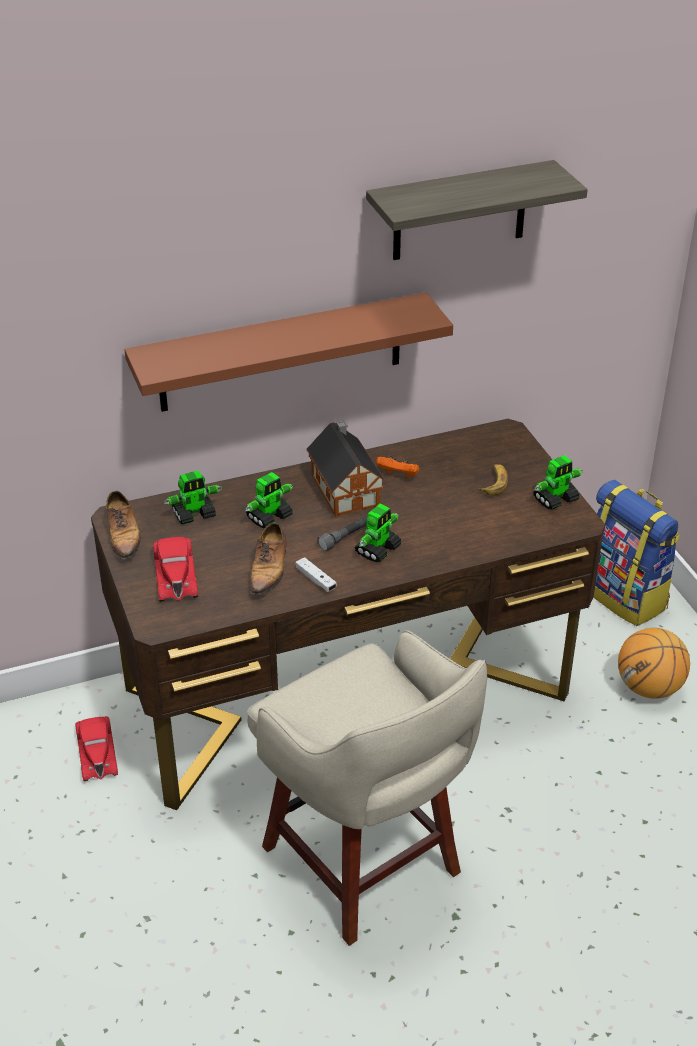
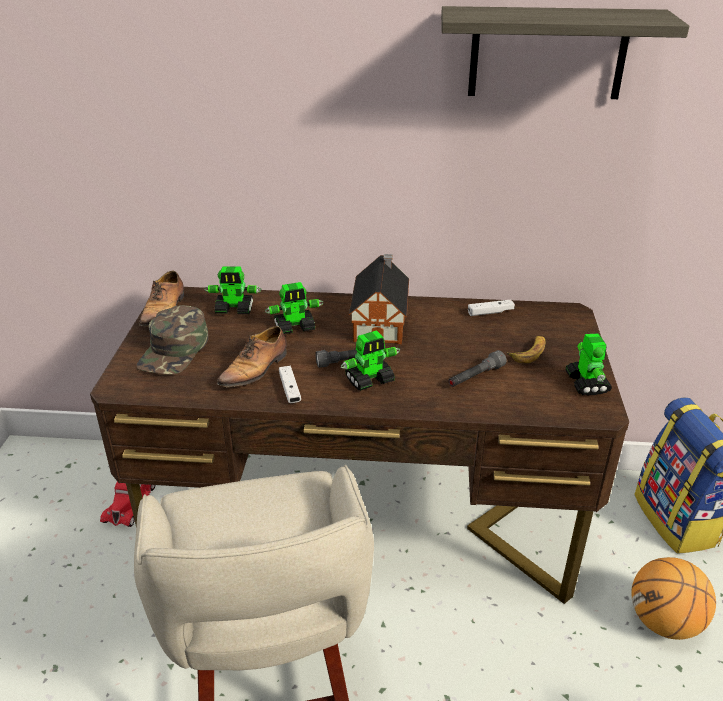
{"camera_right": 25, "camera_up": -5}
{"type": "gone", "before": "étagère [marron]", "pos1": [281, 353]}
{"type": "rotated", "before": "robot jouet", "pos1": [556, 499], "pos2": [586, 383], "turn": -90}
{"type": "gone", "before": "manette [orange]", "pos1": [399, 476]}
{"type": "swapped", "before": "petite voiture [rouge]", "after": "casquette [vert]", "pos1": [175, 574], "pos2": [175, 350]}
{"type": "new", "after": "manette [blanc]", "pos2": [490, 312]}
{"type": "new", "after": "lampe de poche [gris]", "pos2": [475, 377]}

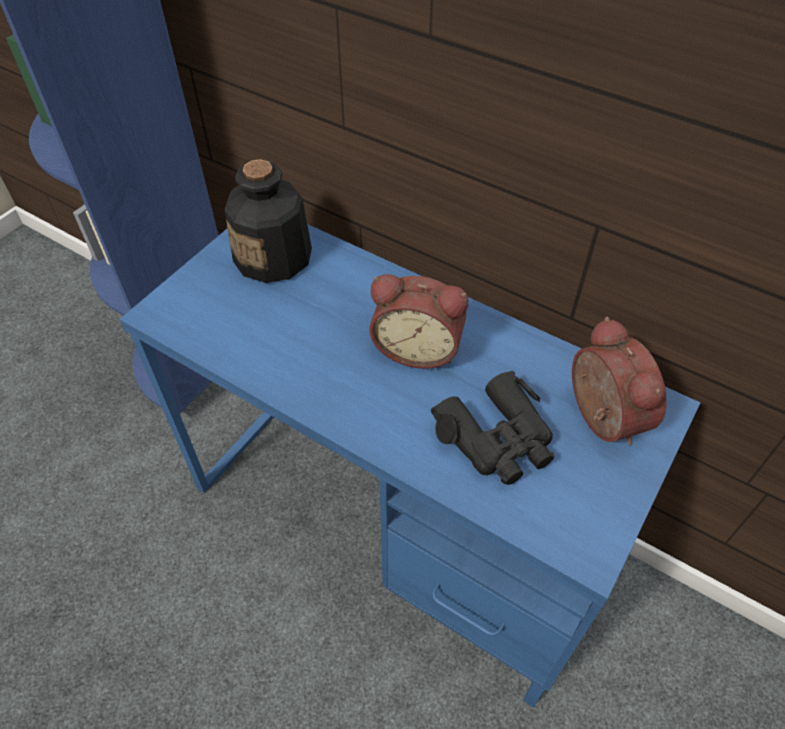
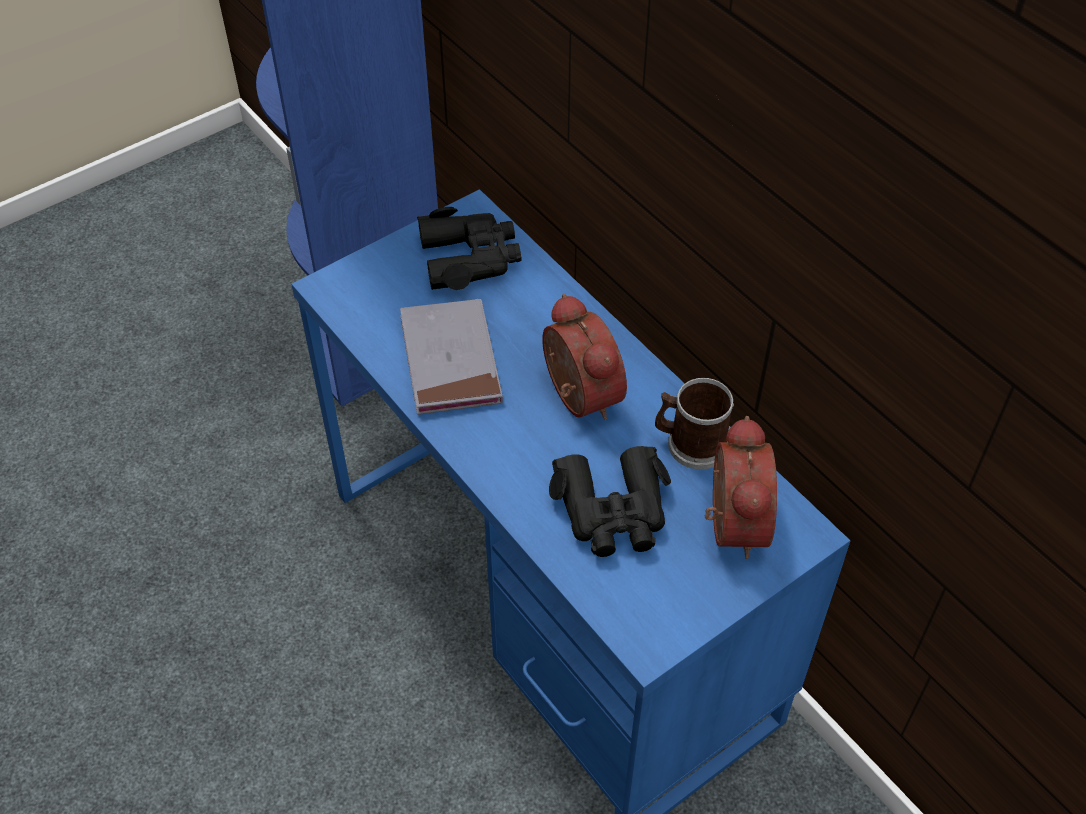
{"camera_right": 20, "camera_up": 0}
{"type": "swapped", "before": "bouteille", "after": "jumelles [noir]", "pos1": [274, 257], "pos2": [470, 258]}
{"type": "rotated", "before": "réveil", "pos1": [418, 347], "pos2": [577, 397], "turn": -150}
{"type": "new", "after": "livre [gris]", "pos2": [450, 361]}
{"type": "new", "after": "mug", "pos2": [690, 443]}

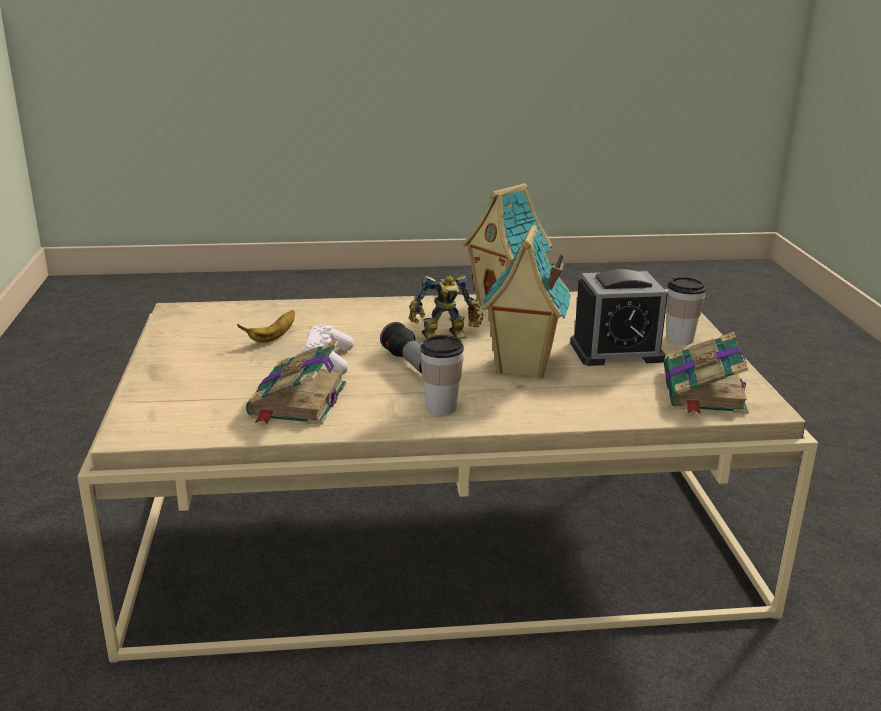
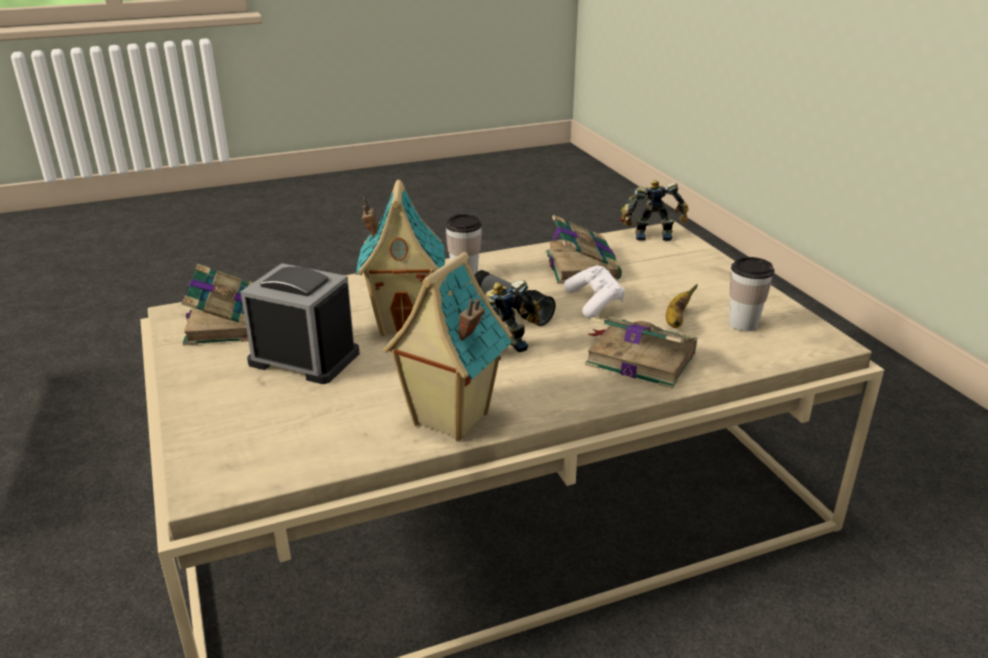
{"camera_right": 165, "camera_up": 5}
{"type": "rotated", "before": "réveil", "pos1": [616, 351], "pos2": [304, 358], "turn": 45}
{"type": "shifted", "before": "tasse", "pos1": [680, 339], "pos2": [743, 324]}
{"type": "new", "after": "robot jouet", "pos2": [651, 234]}
{"type": "new", "after": "livre", "pos2": [638, 358]}

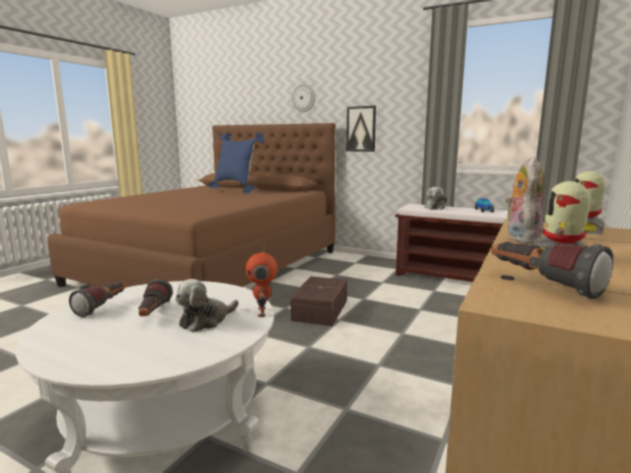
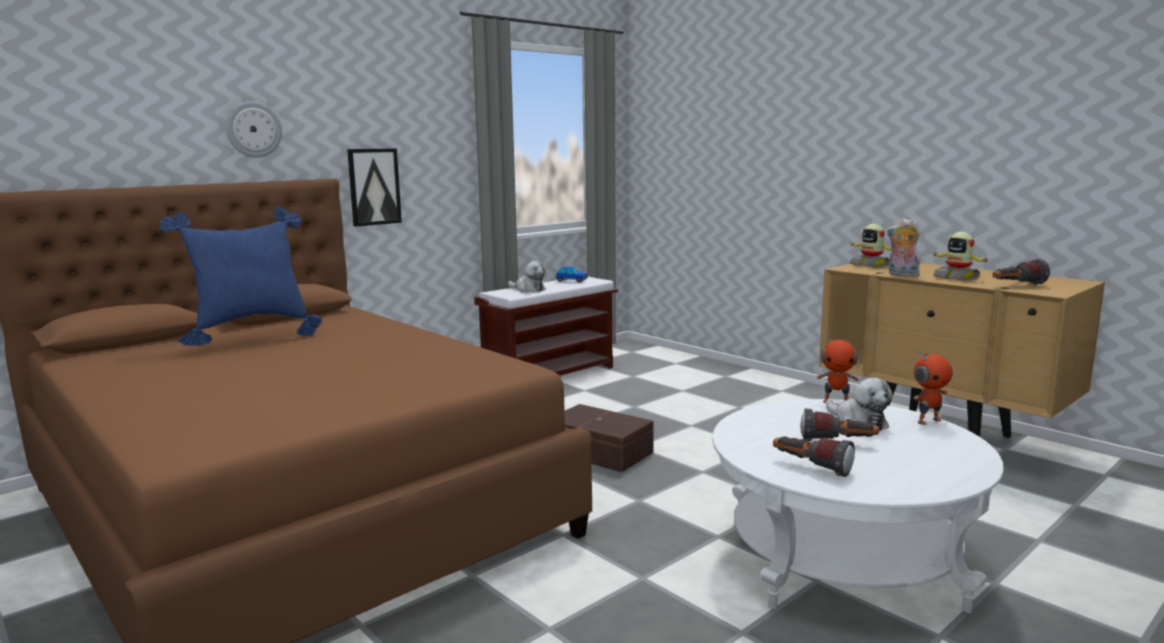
{"camera_right": -70, "camera_up": 0}
{"type": "new", "after": "robot jouet", "pos2": [928, 421]}

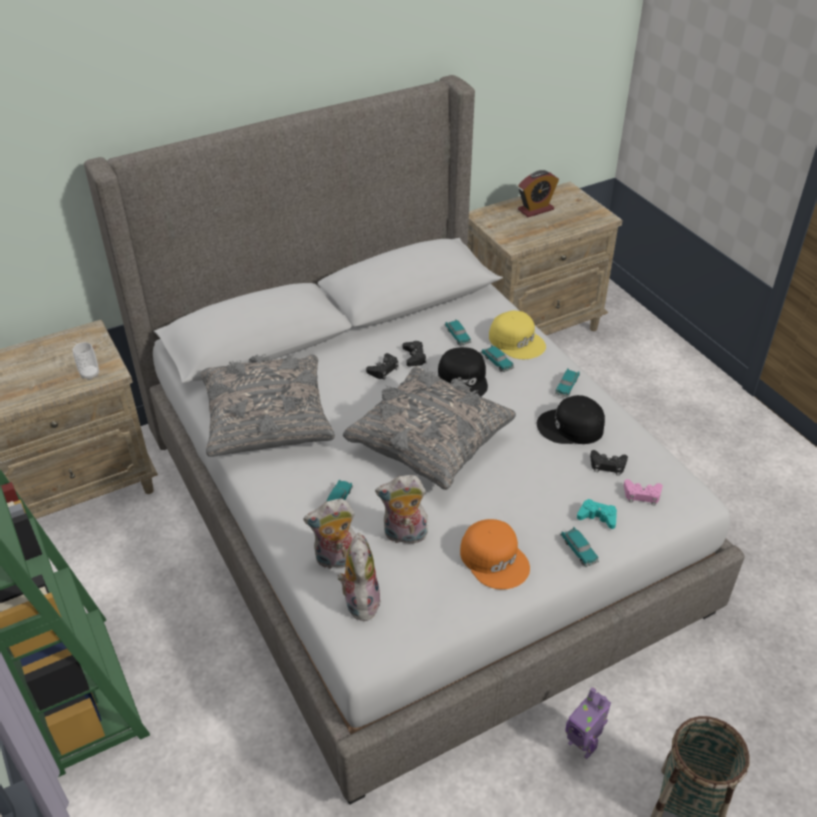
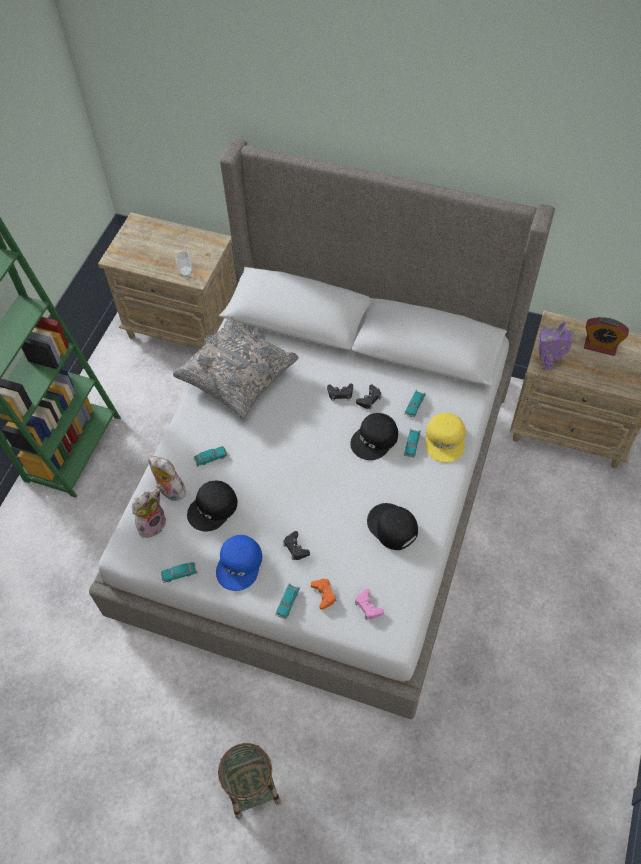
{"camera_right": 50, "camera_up": 15}
{"type": "gone", "before": "coussin [gris]", "pos1": [429, 444]}
{"type": "shifted", "before": "petite voiture", "pos1": [567, 386], "pos2": [179, 573]}
{"type": "shifted", "before": "manette [noir]", "pos1": [607, 465], "pos2": [295, 548]}
{"type": "swapped", "before": "peluche", "after": "casquette [noir]", "pos1": [404, 536], "pos2": [213, 508]}
{"type": "repainted", "before": "manette [turquoise]", "after": "manette [orange]", "pos1": [597, 517], "pos2": [324, 594]}
{"type": "repainted", "before": "casquette [orange]", "after": "casquette [bleu]", "pos1": [495, 558], "pos2": [240, 564]}
{"type": "shifted", "before": "robot jouet", "pos1": [582, 745], "pos2": [547, 363]}

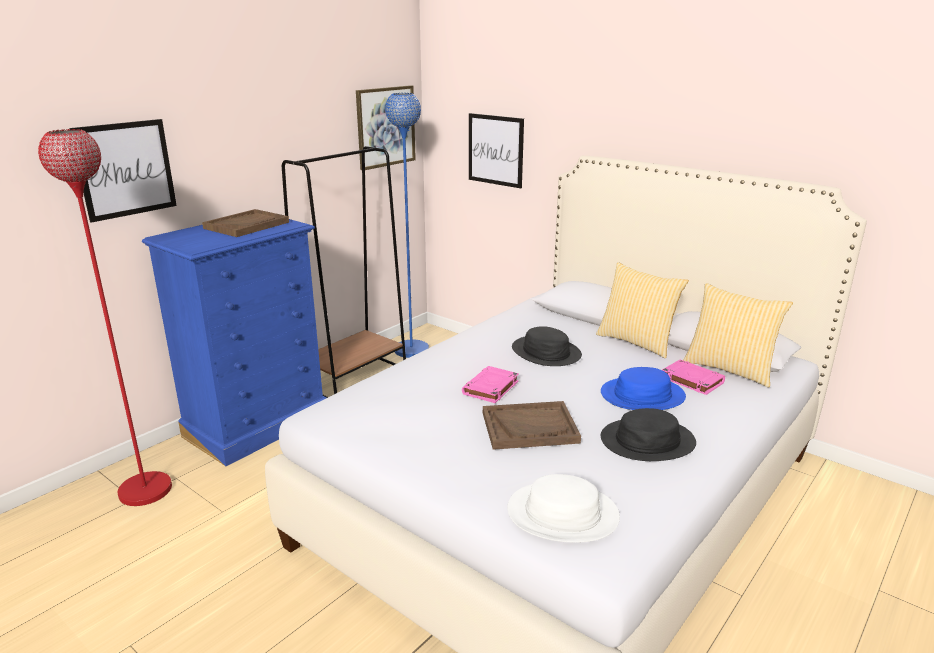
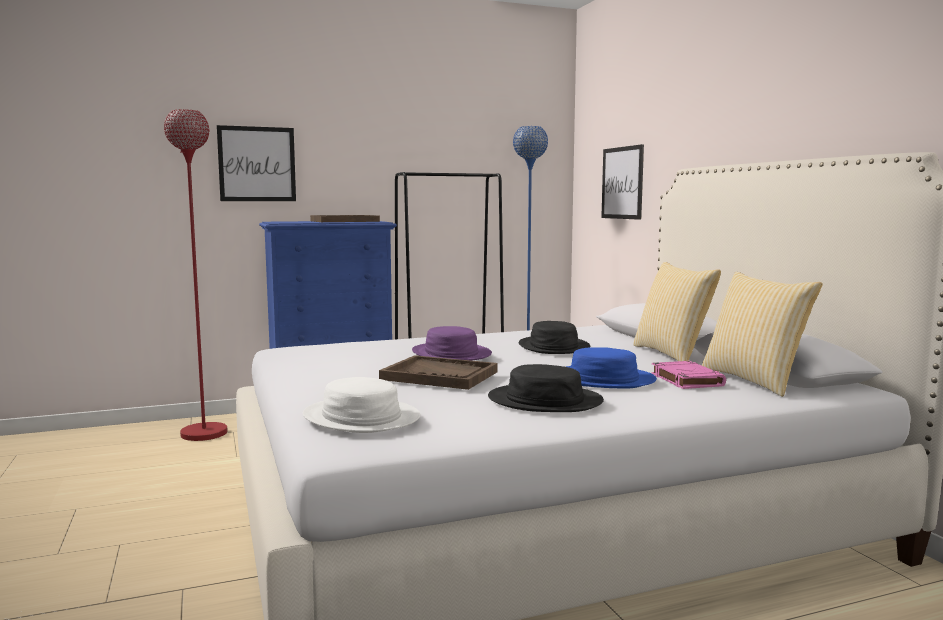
{"camera_right": 30, "camera_up": -15}
{"type": "gone", "before": "tableau", "pos1": [385, 127]}
{"type": "swapped", "before": "livre [rose]", "after": "chapeau [violet]", "pos1": [490, 388], "pos2": [451, 354]}

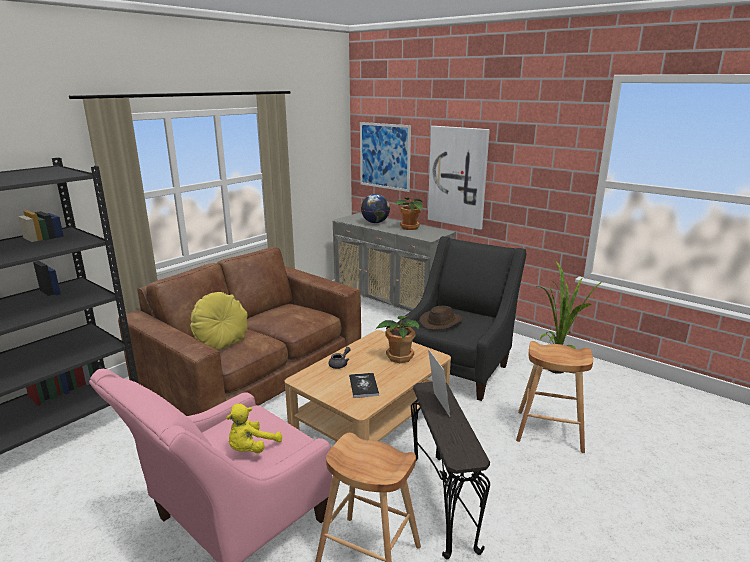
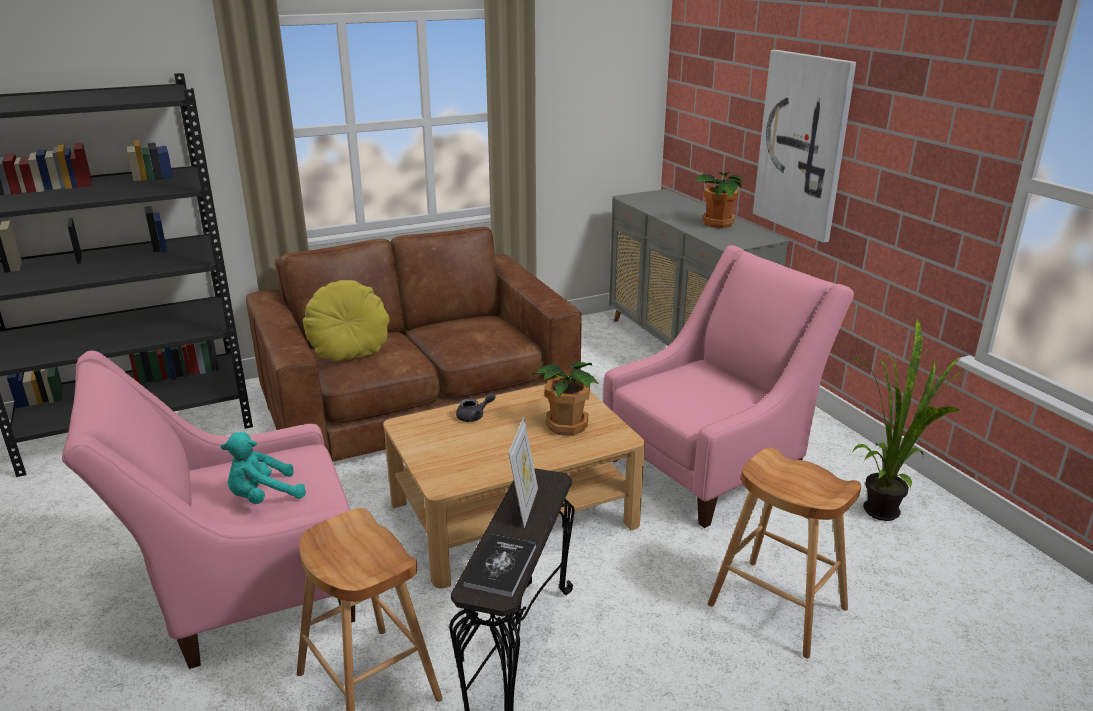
{"camera_right": 25, "camera_up": 5}
{"type": "gone", "before": "tableau", "pos1": [384, 156]}
{"type": "gone", "before": "globe", "pos1": [375, 222]}
{"type": "repainted", "before": "fauteuil [noir]", "after": "fauteuil [rose]", "pos1": [457, 367], "pos2": [710, 467]}
{"type": "gone", "before": "chapeau [marron]", "pos1": [441, 322]}
{"type": "shifted", "before": "livre", "pos1": [363, 386], "pos2": [500, 566]}
{"type": "repainted", "before": "peluche [jaune]", "after": "peluche [turquoise]", "pos1": [251, 449], "pos2": [263, 497]}

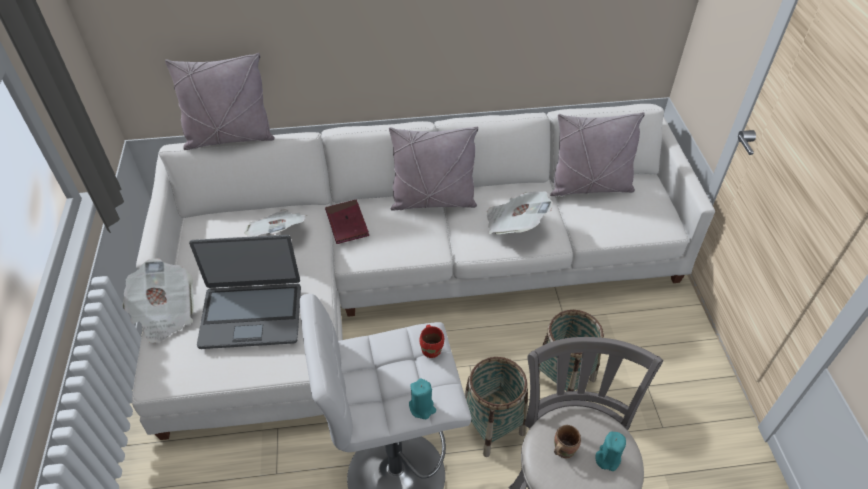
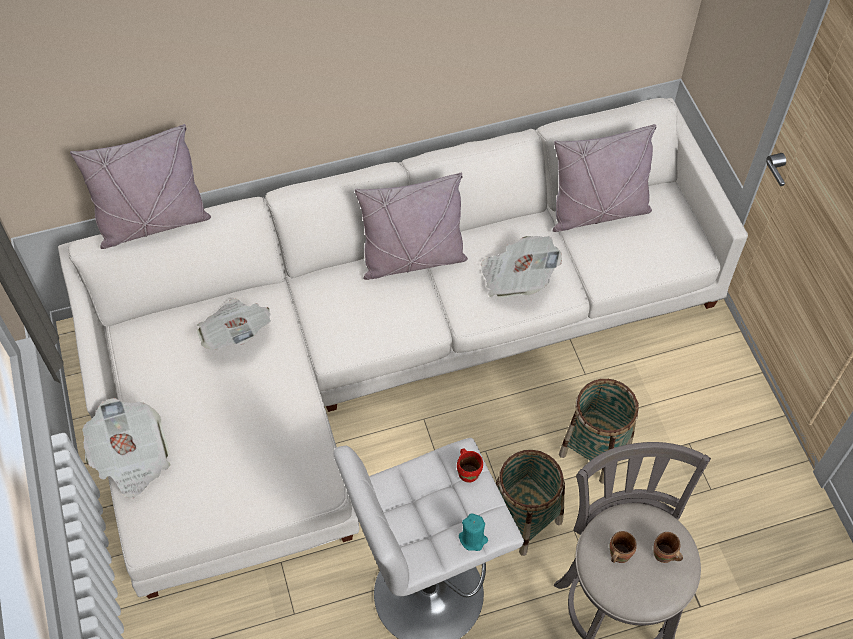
{"camera_right": -10, "camera_up": 10}
{"type": "gone", "before": "livre [rouge]", "pos1": [347, 223]}
{"type": "gone", "before": "ordinateur portable", "pos1": [251, 315]}
{"type": "swapped", "before": "bougie [turquoise]", "after": "mug [marron]", "pos1": [607, 458], "pos2": [664, 555]}

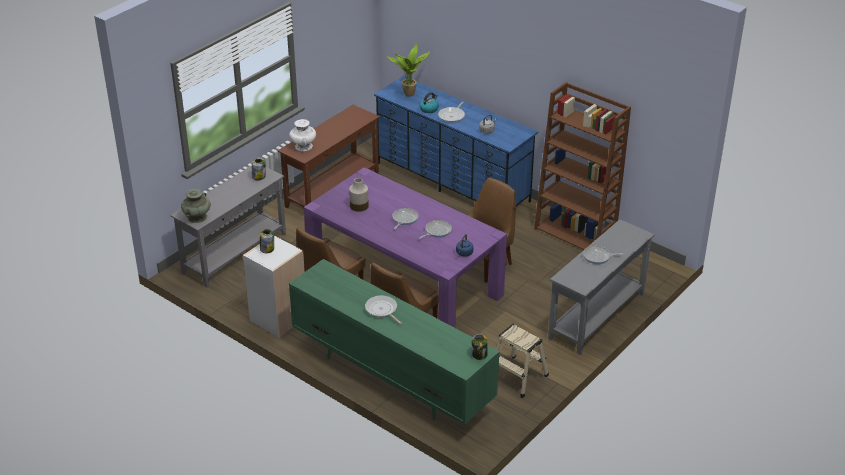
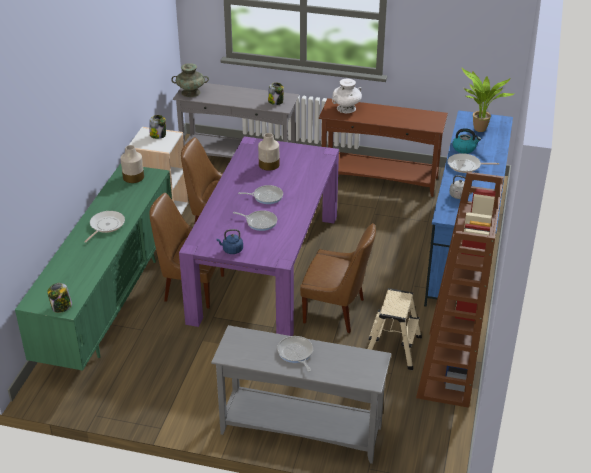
{"camera_right": 65, "camera_up": 0}
{"type": "shifted", "before": "escabeau [beige]", "pos1": [518, 376], "pos2": [392, 348]}
{"type": "new", "after": "vase [beige]", "pos2": [133, 177]}

